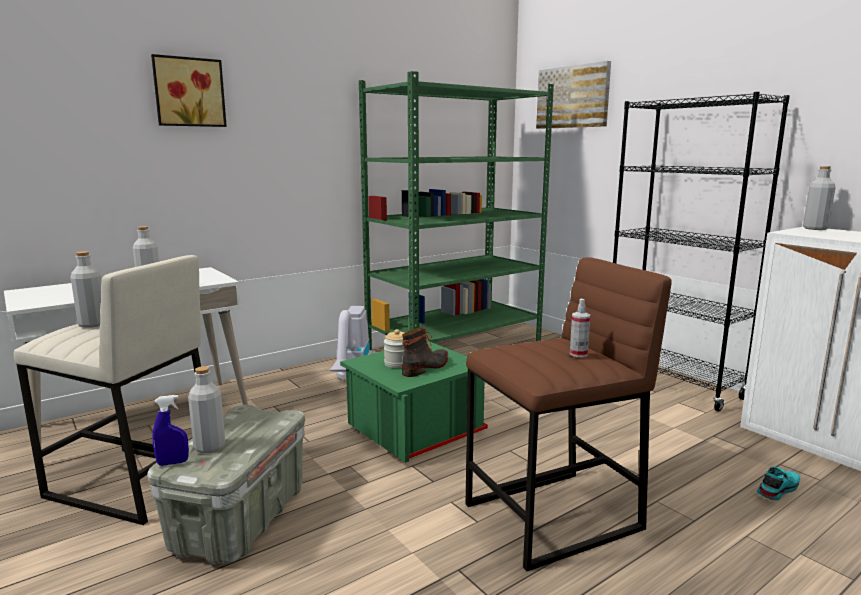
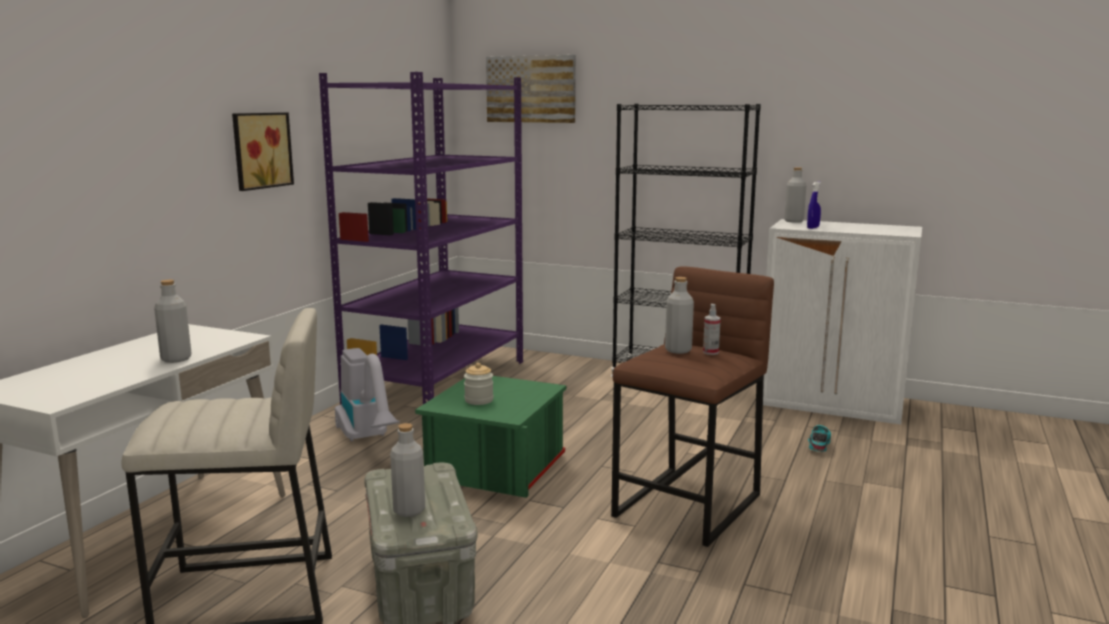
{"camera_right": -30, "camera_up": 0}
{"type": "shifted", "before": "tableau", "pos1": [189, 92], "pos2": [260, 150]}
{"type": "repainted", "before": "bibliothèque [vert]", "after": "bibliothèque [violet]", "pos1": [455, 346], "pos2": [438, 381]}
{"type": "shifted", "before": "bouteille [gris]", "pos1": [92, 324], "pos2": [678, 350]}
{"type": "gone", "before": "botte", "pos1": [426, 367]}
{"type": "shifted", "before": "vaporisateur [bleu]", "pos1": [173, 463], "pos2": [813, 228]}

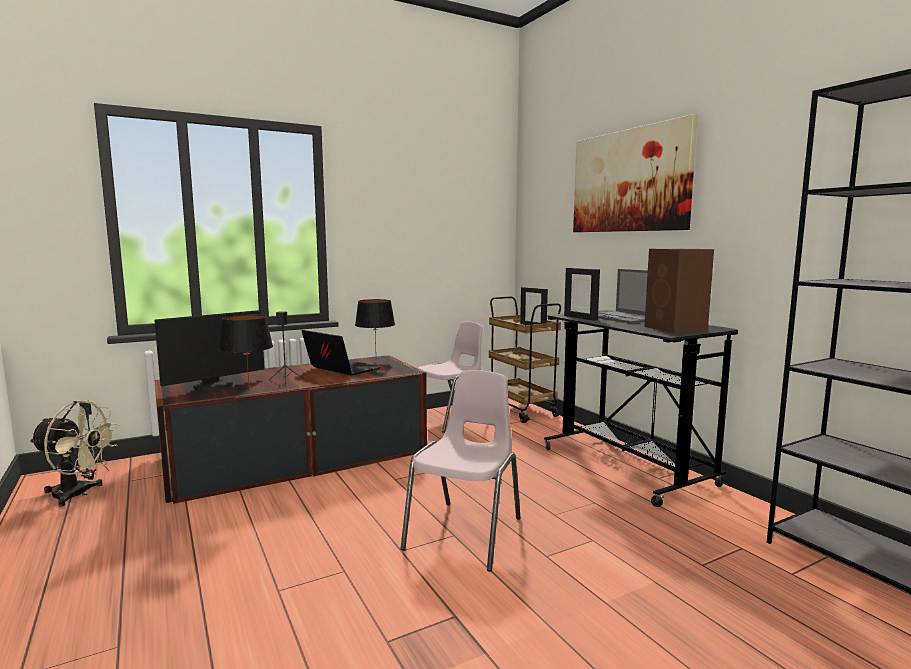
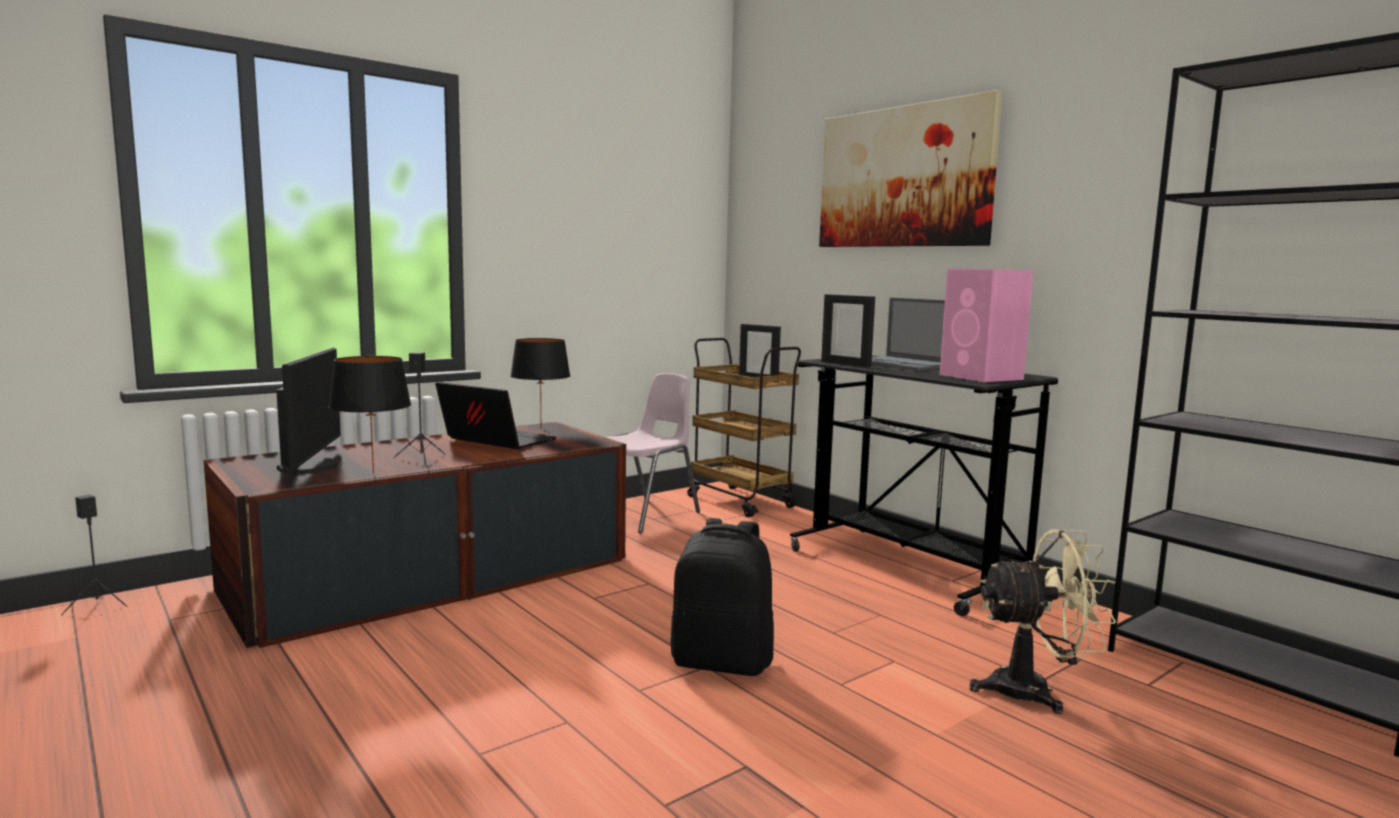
{"camera_right": -10, "camera_up": 0}
{"type": "repainted", "before": "enceinte [marron]", "after": "enceinte [rose]", "pos1": [676, 329], "pos2": [982, 377]}
{"type": "rotated", "before": "écran d'ordinateur", "pos1": [214, 386], "pos2": [311, 466], "turn": -45}
{"type": "swapped", "before": "chaise [rose]", "after": "sac à dos [noir]", "pos1": [466, 533], "pos2": [722, 662]}
{"type": "shifted", "before": "ventilateur [beige]", "pos1": [78, 494], "pos2": [1035, 691]}

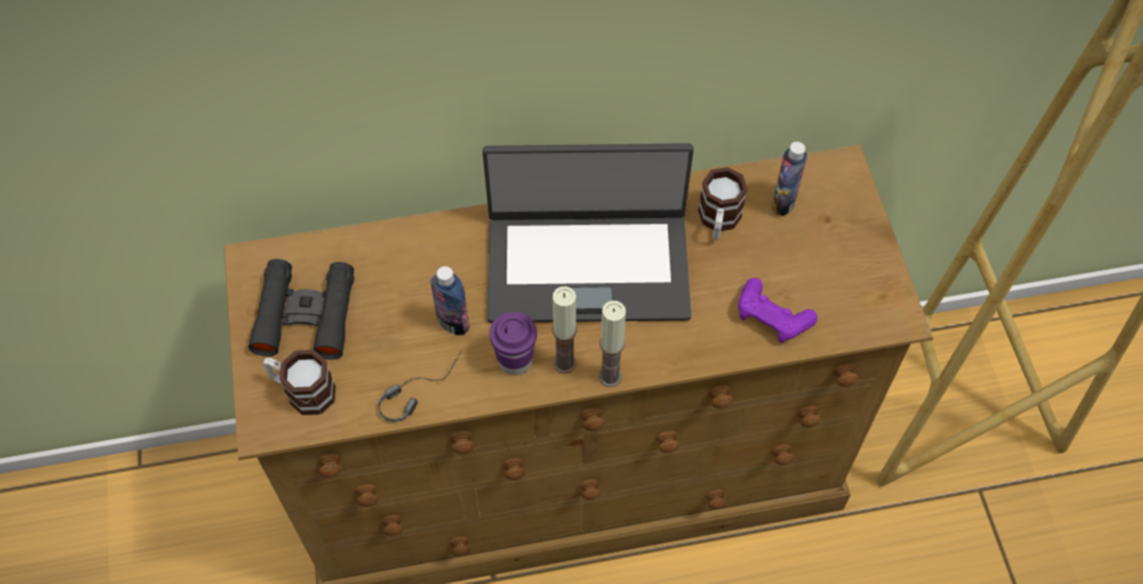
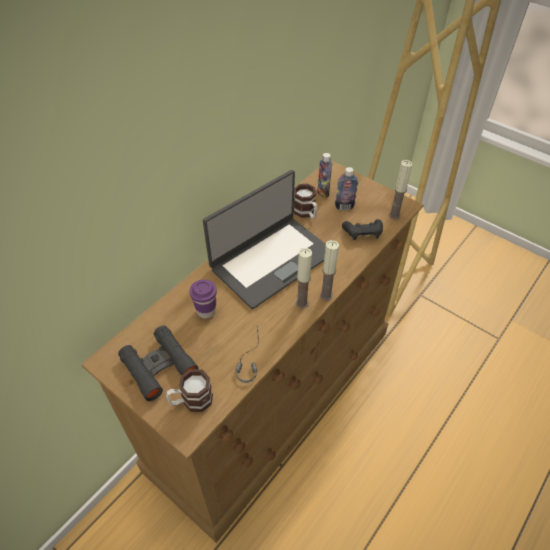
{"camera_right": -40, "camera_up": -10}
{"type": "shifted", "before": "bouteille", "pos1": [453, 322], "pos2": [344, 207]}
{"type": "repainted", "before": "manette [violet]", "after": "manette [noir]", "pos1": [772, 317], "pos2": [363, 233]}
{"type": "shifted", "before": "tasse [violet]", "pos1": [515, 361], "pos2": [206, 311]}
{"type": "new", "after": "bougie", "pos2": [394, 215]}

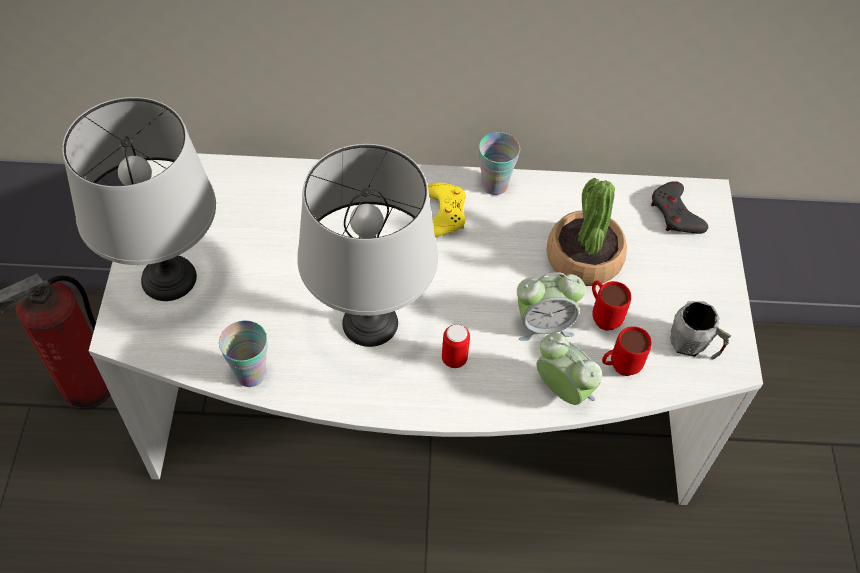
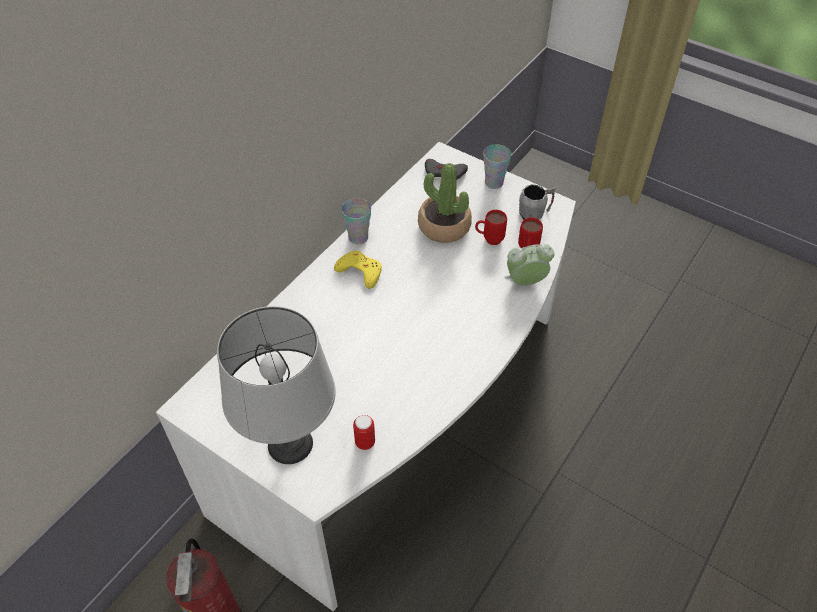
{"camera_right": -55, "camera_up": -5}
{"type": "gone", "before": "lampe de table [gris]", "pos1": [370, 321]}
{"type": "gone", "before": "réveil", "pos1": [544, 324]}
{"type": "shifted", "before": "tasse", "pos1": [250, 373], "pos2": [494, 183]}
{"type": "shifted", "before": "boîte métallique", "pos1": [454, 359], "pos2": [365, 442]}

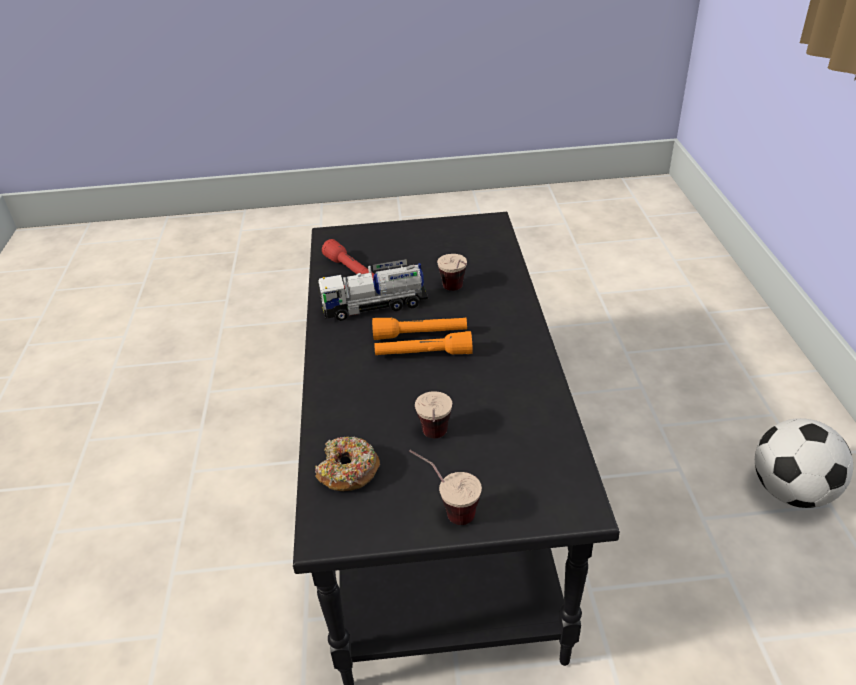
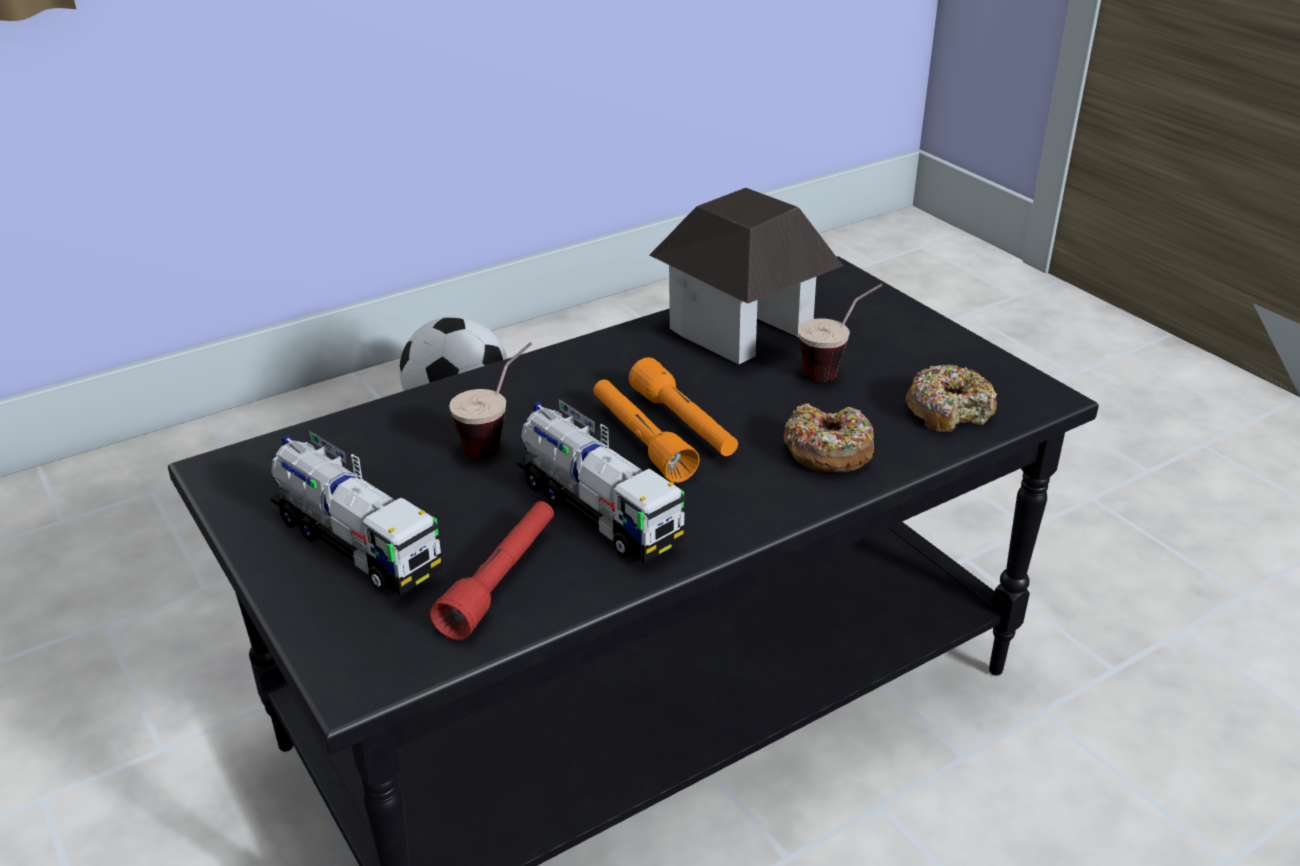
{"camera_right": -120, "camera_up": -5}
{"type": "gone", "before": "tasse", "pos1": [445, 508]}
{"type": "new", "after": "maison miniature", "pos2": [741, 329]}
{"type": "new", "after": "beignet", "pos2": [827, 451]}
{"type": "new", "after": "camion jouet", "pos2": [356, 544]}

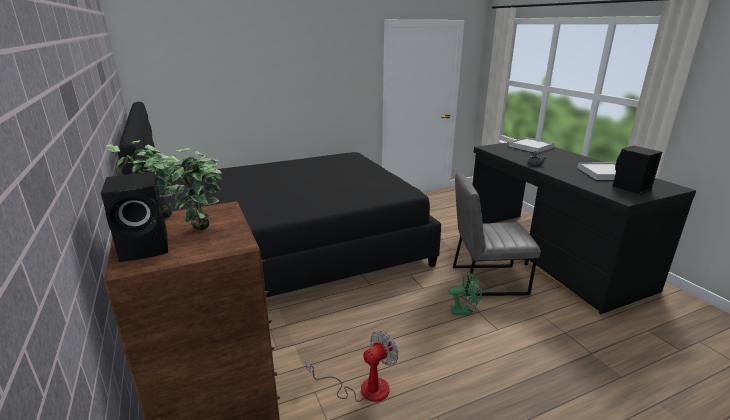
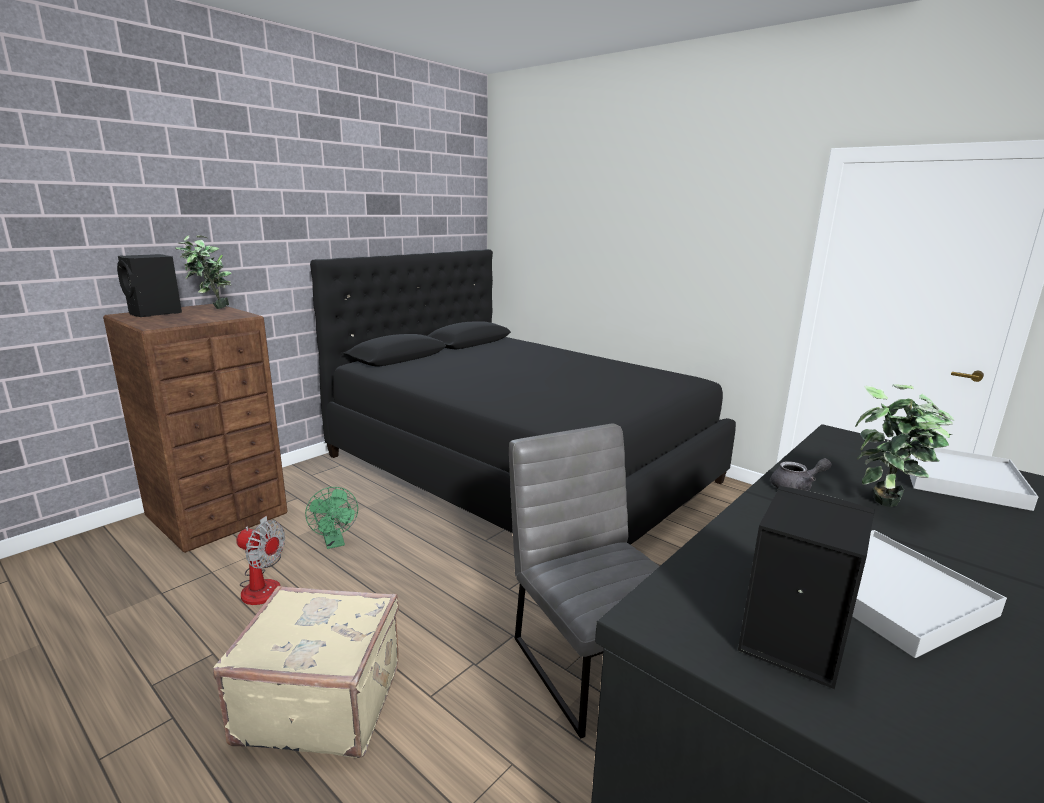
{"camera_right": 65, "camera_up": -5}
{"type": "shifted", "before": "plante en pot", "pos1": [204, 231], "pos2": [885, 509]}
{"type": "shifted", "before": "ventilateur [vert]", "pos1": [464, 311], "pos2": [335, 543]}
{"type": "new", "after": "valise [beige]", "pos2": [321, 701]}

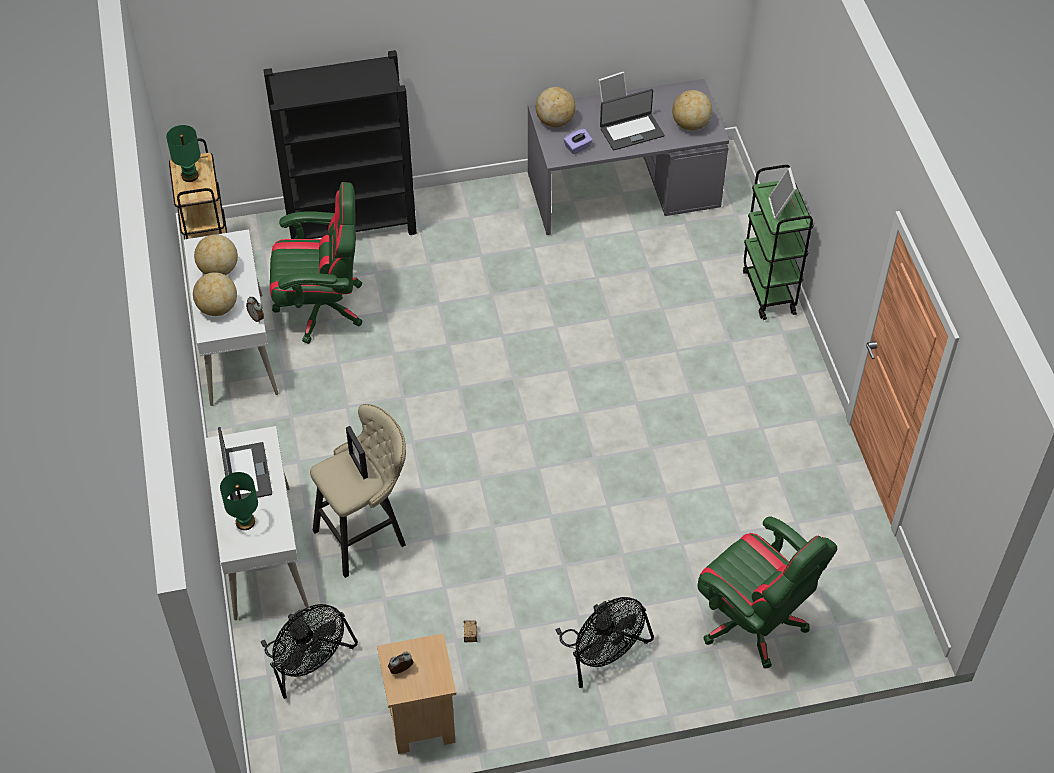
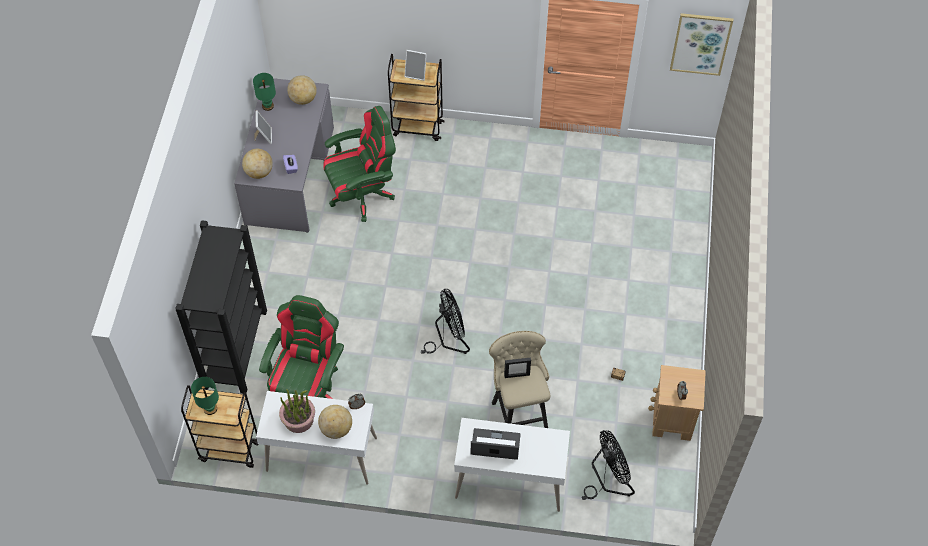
{"camera_right": -70, "camera_up": 5}
{"type": "gone", "before": "ordinateur portable", "pos1": [631, 131]}
{"type": "repainted", "before": "chariot [vert]", "after": "chariot [marron]", "pos1": [769, 292], "pos2": [418, 128]}
{"type": "swapped", "before": "globe", "after": "plante en pot", "pos1": [218, 270], "pos2": [299, 420]}
{"type": "shifted", "before": "lampe de table [vert]", "pos1": [245, 521], "pos2": [267, 105]}
{"type": "shifted", "before": "chaise de bureau [vert]", "pos1": [752, 621], "pos2": [362, 194]}
{"type": "shifted", "before": "ventilateur [noir]", "pos1": [600, 653], "pos2": [447, 334]}
{"type": "new", "after": "tableau", "pos2": [700, 43]}

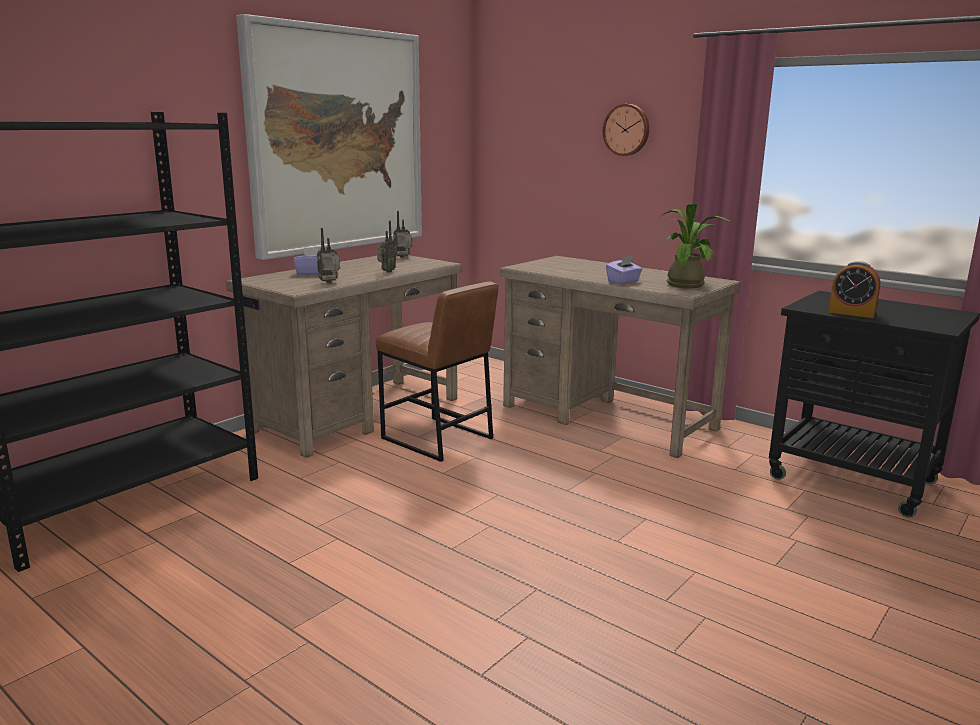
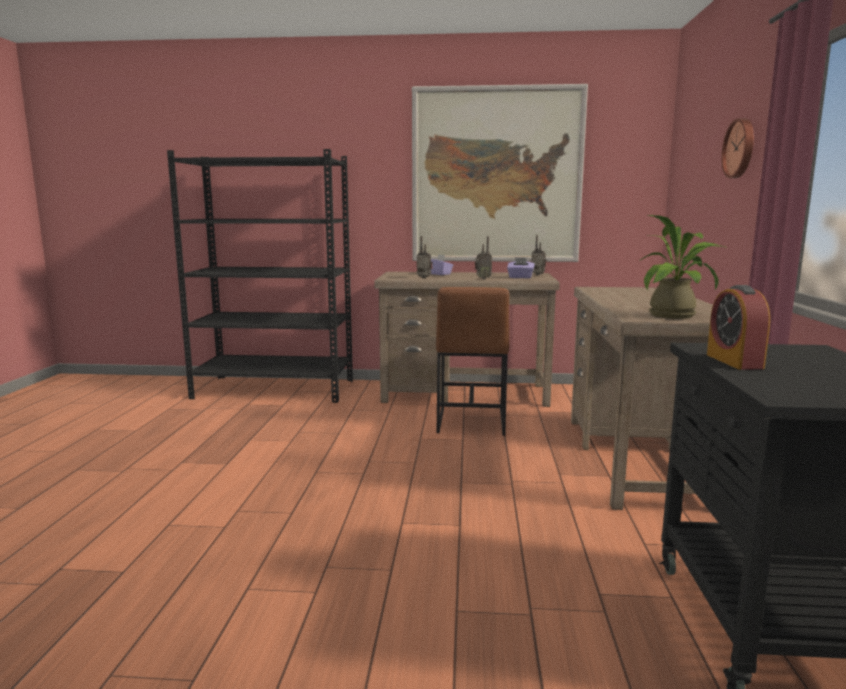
{"camera_right": 55, "camera_up": -5}
{"type": "shifted", "before": "boîte à mouchoirs [violet]", "pos1": [623, 282], "pos2": [520, 277]}

